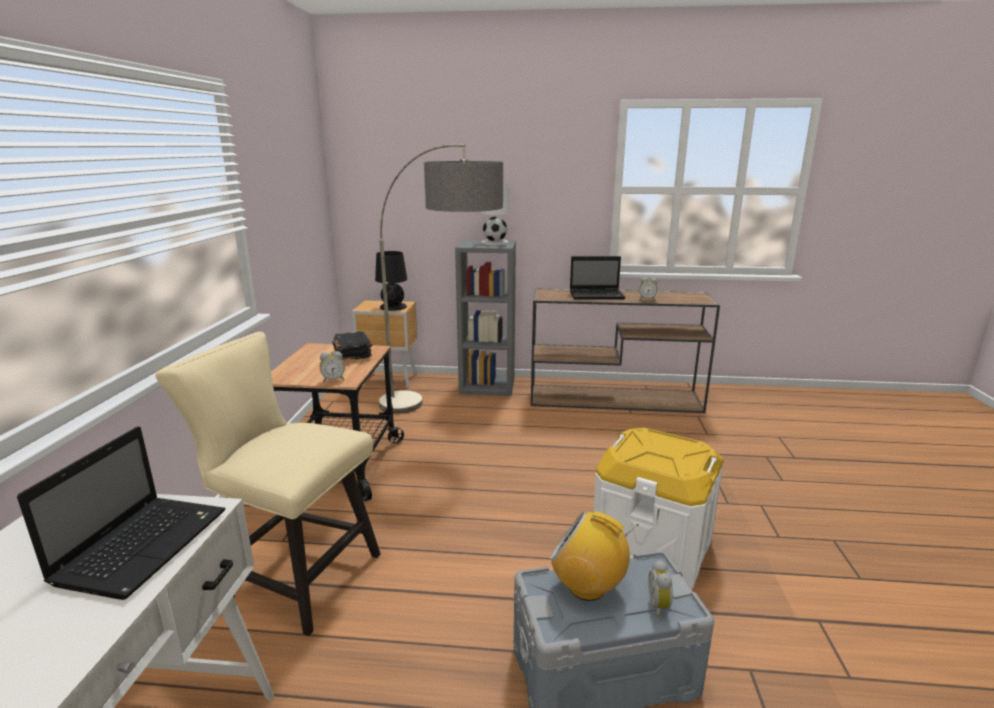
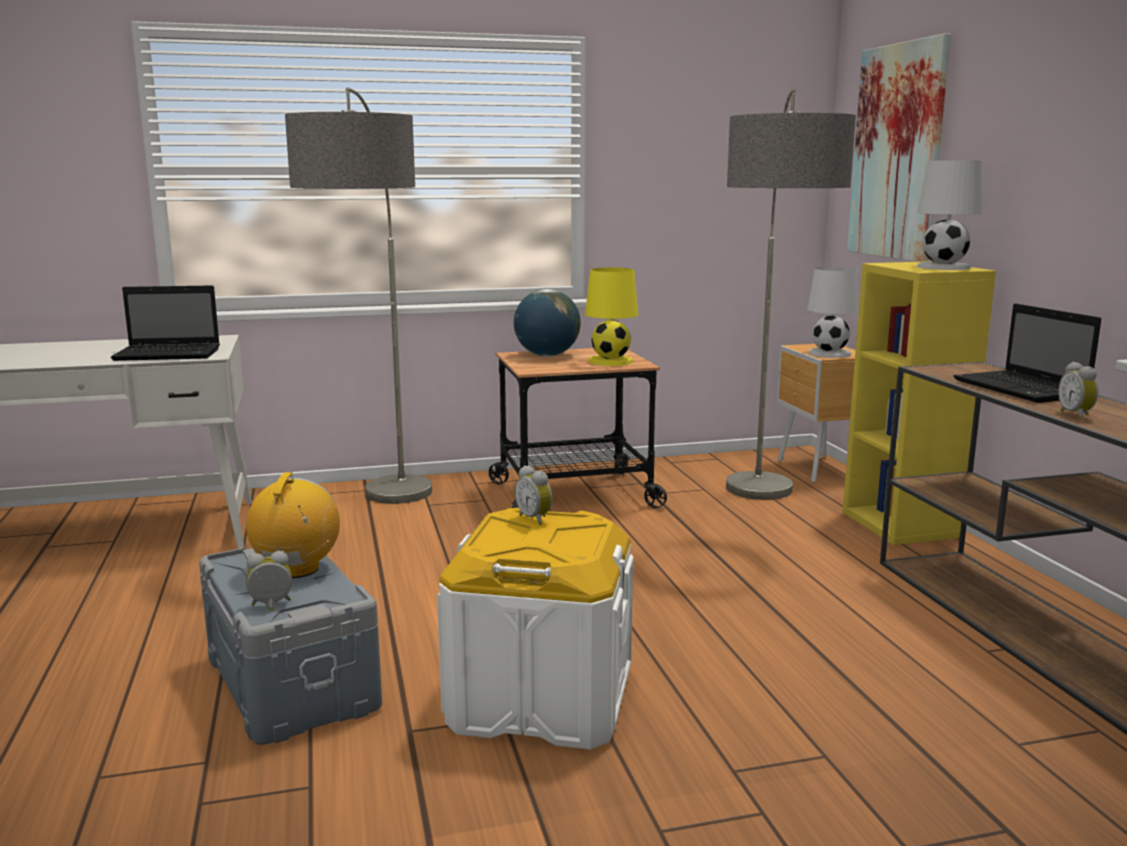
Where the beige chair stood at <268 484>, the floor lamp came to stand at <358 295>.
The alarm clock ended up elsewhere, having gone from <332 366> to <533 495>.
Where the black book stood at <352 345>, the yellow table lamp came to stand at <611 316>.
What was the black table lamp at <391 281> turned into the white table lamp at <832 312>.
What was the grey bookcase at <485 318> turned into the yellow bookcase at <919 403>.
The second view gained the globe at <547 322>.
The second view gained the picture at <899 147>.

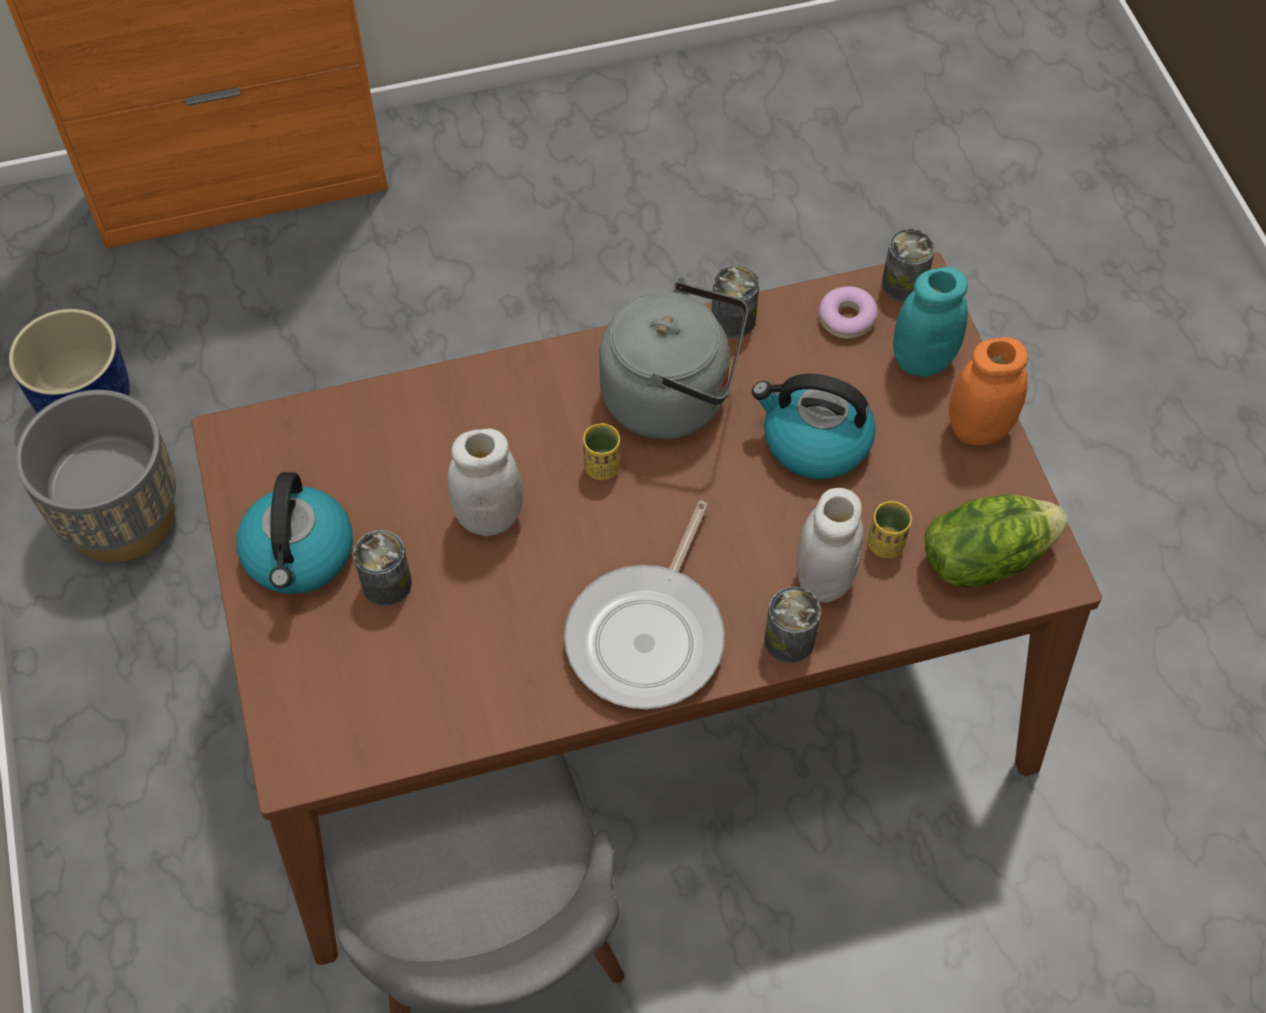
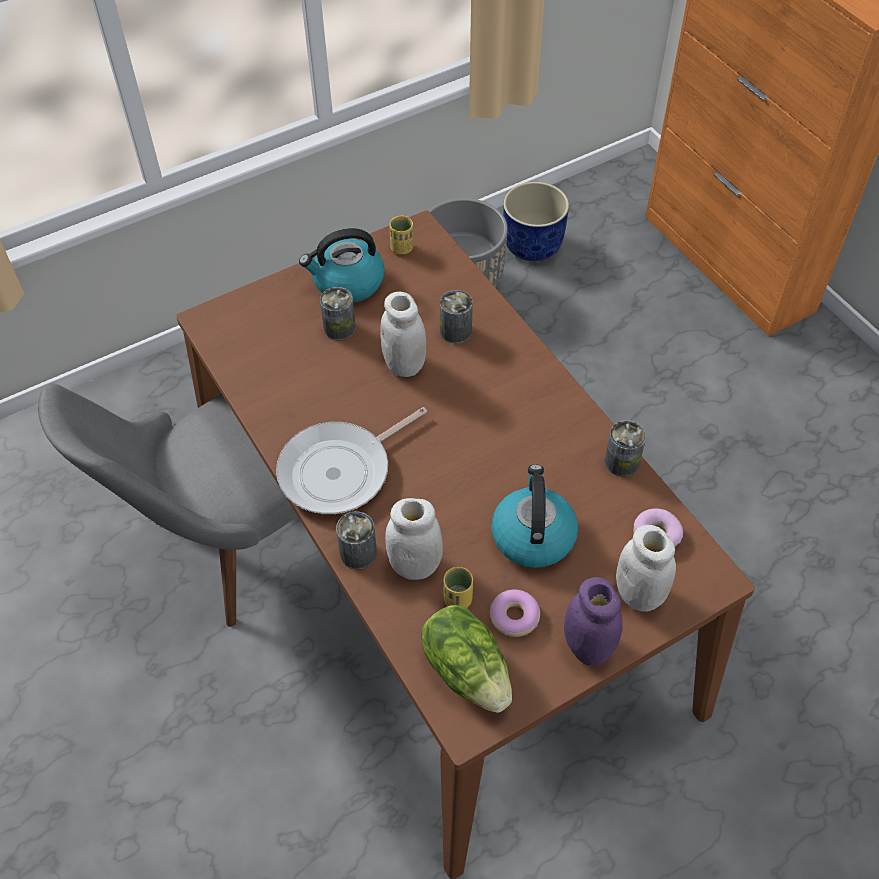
The frying pan at <644 604> ended up facing another way, 45 degrees counterclockwise from before.
The yellow cup ended up elsewhere, having gone from <601 451> to <401 235>.
The second view lost the grey kettle at <673 357>.
The can ended up elsewhere, having gone from <908 265> to <456 317>.
What was the turquoise jar at <930 322> turned into the white jar at <646 568>.
What was the orange jar at <988 391> turned into the purple jar at <593 621>.
The second view gained the donut at <515 613>.

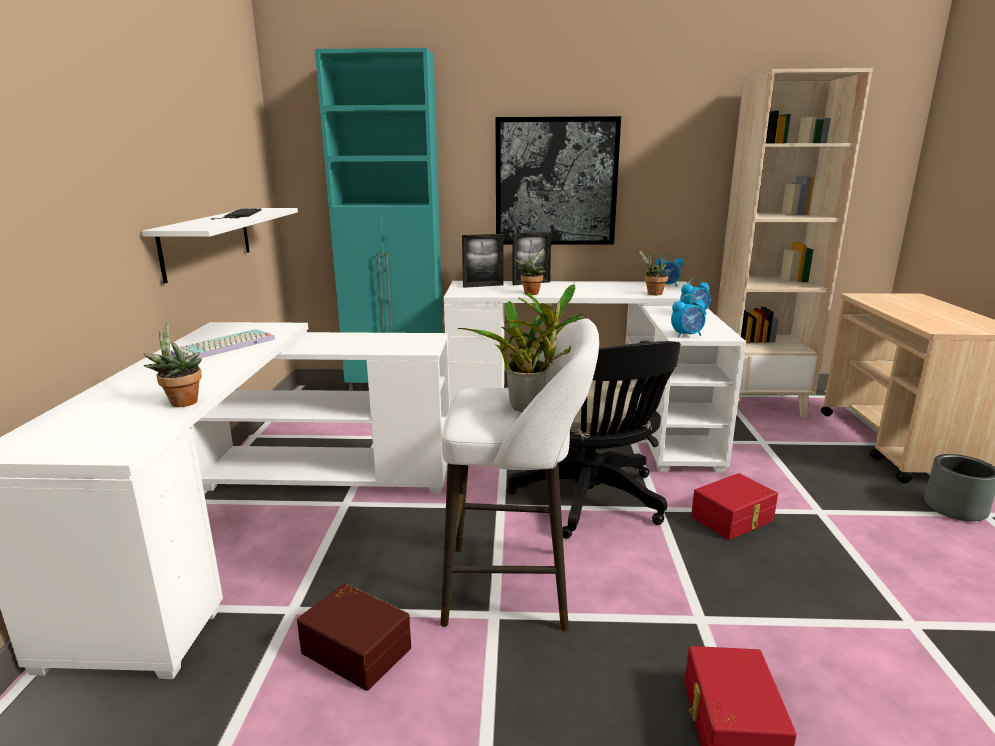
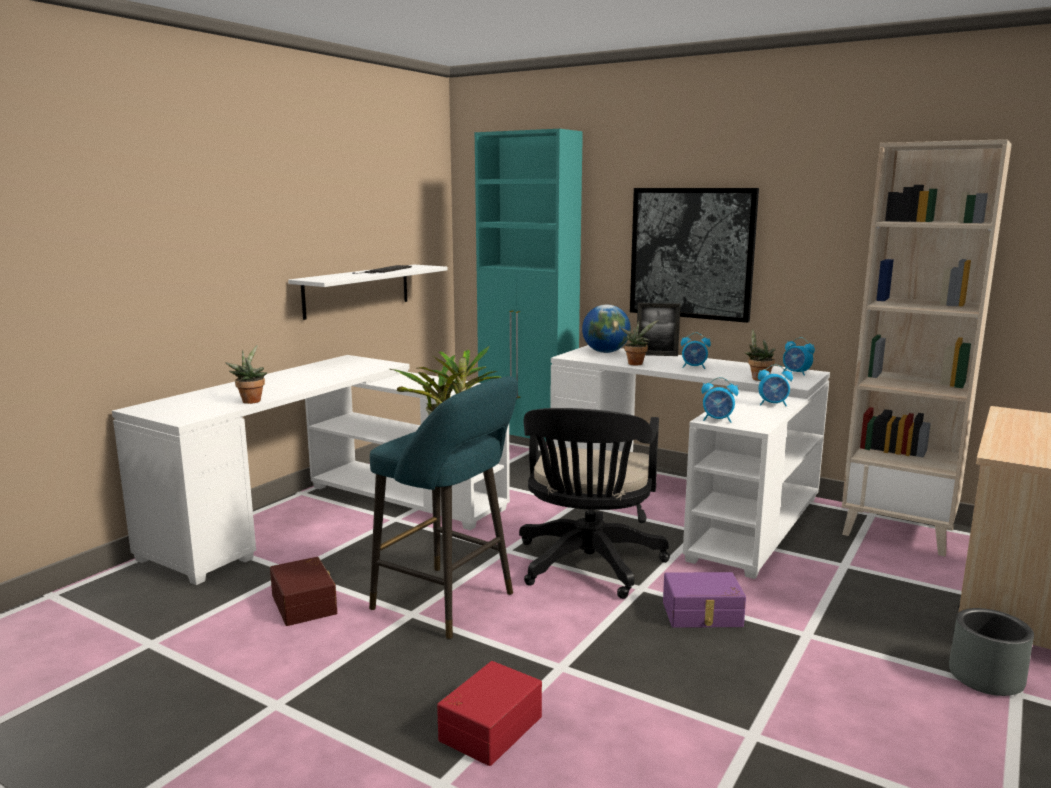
The second view lost the keyboard at <222 344>.
What was the white stool at <520 474> turned into the turquoise stool at <443 507>.
Where the picture frame stood at <482 261>, the globe came to stand at <606 329>.
What was the red storage box at <734 506> turned into the purple storage box at <704 600>.
The second view gained the alarm clock at <696 351>.

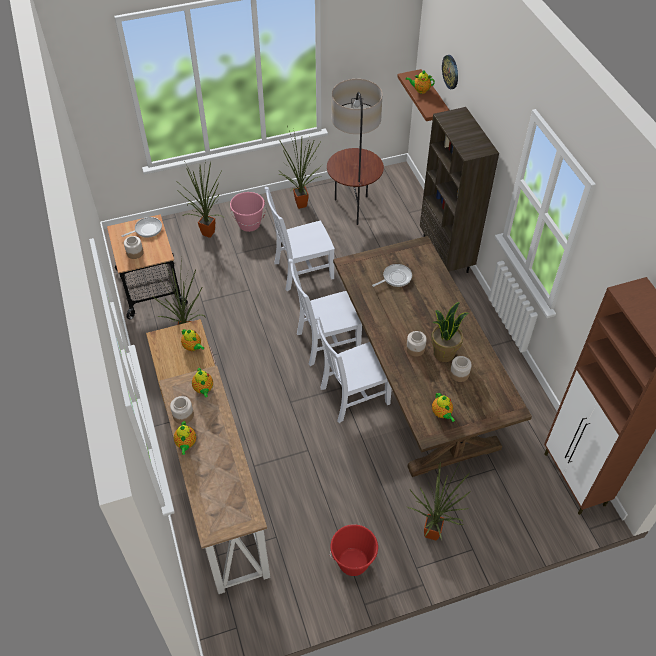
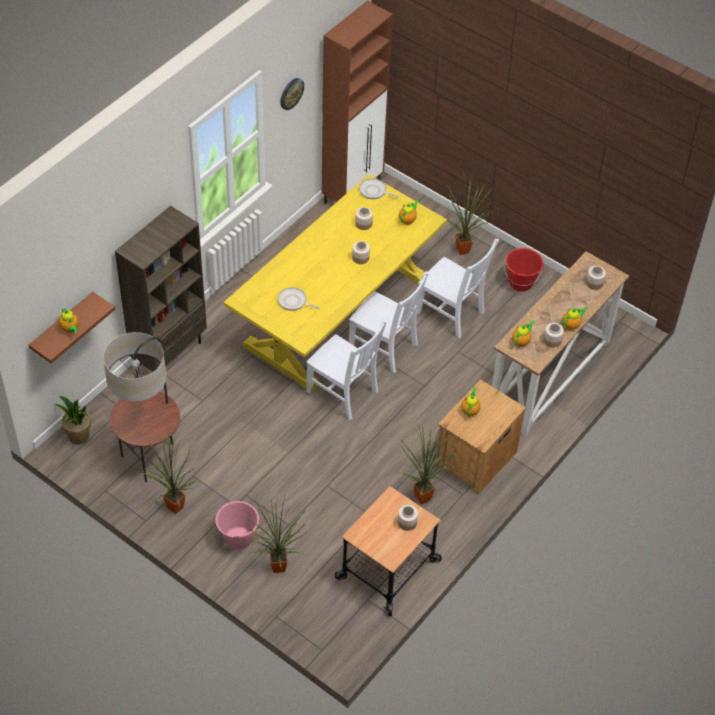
The frying pan ended up elsewhere, having gone from <142 227> to <379 188>.
The white chair ended up elsewhere, having gone from <300 239> to <458 288>.
What was the brown dining table at <432 356> turned into the yellow dining table at <335 283>.
The potted plant ended up elsewhere, having gone from <450 332> to <73 420>.
The wall clock ended up elsewhere, having gone from <450 72> to <292 94>.
The second view gained the jar at <596 278>.

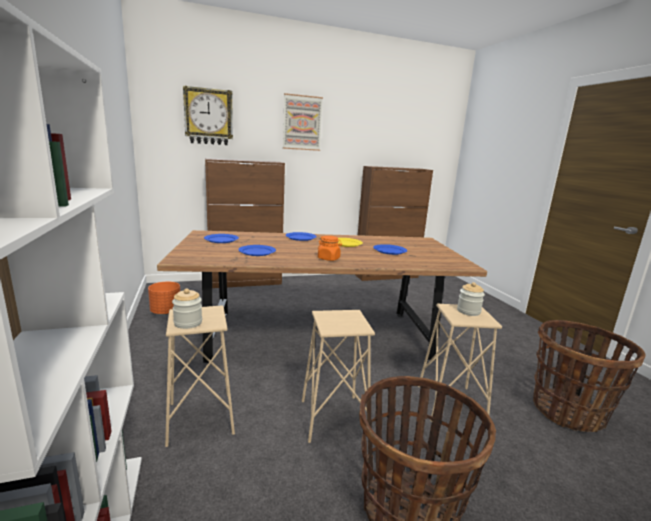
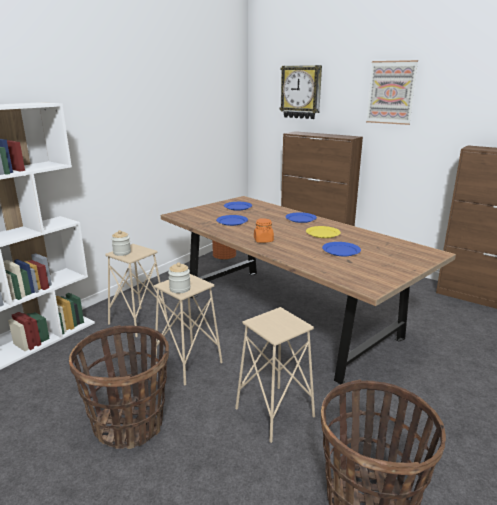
The jar ended up elsewhere, having gone from <471 299> to <179 278>.

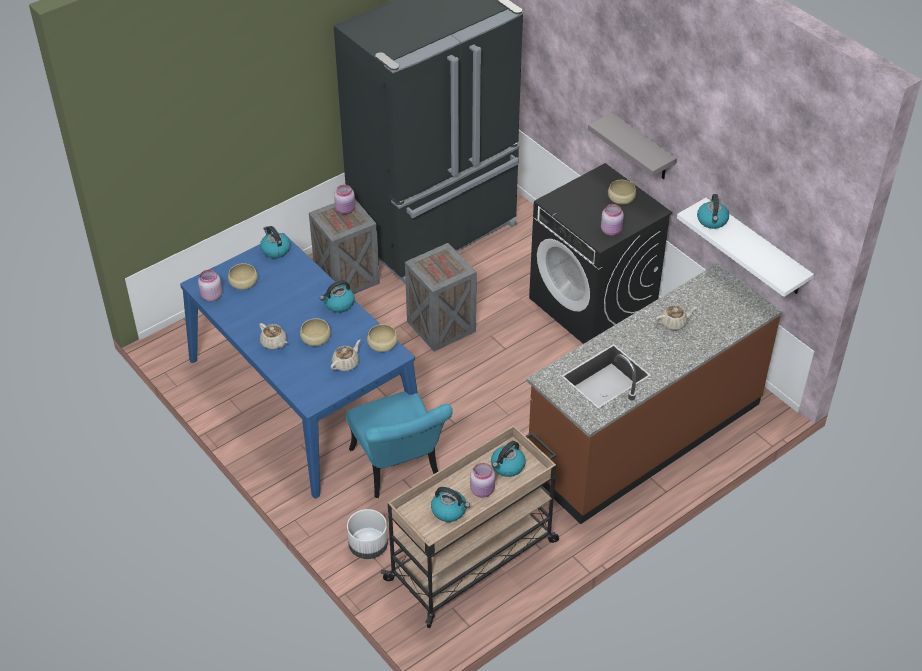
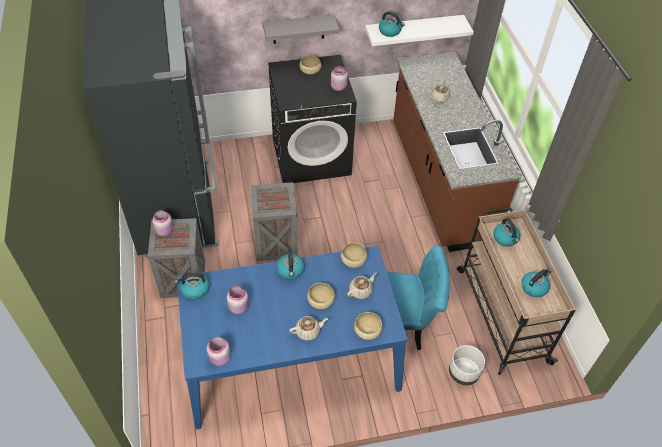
The beige bowl ended up elsewhere, having gone from <243 276> to <368 326>.
The beige teapot at <345 355> ended up facing another way, 75 degrees clockwise from before.
The pink jar ended up elsewhere, having gone from <482 480> to <238 300>.

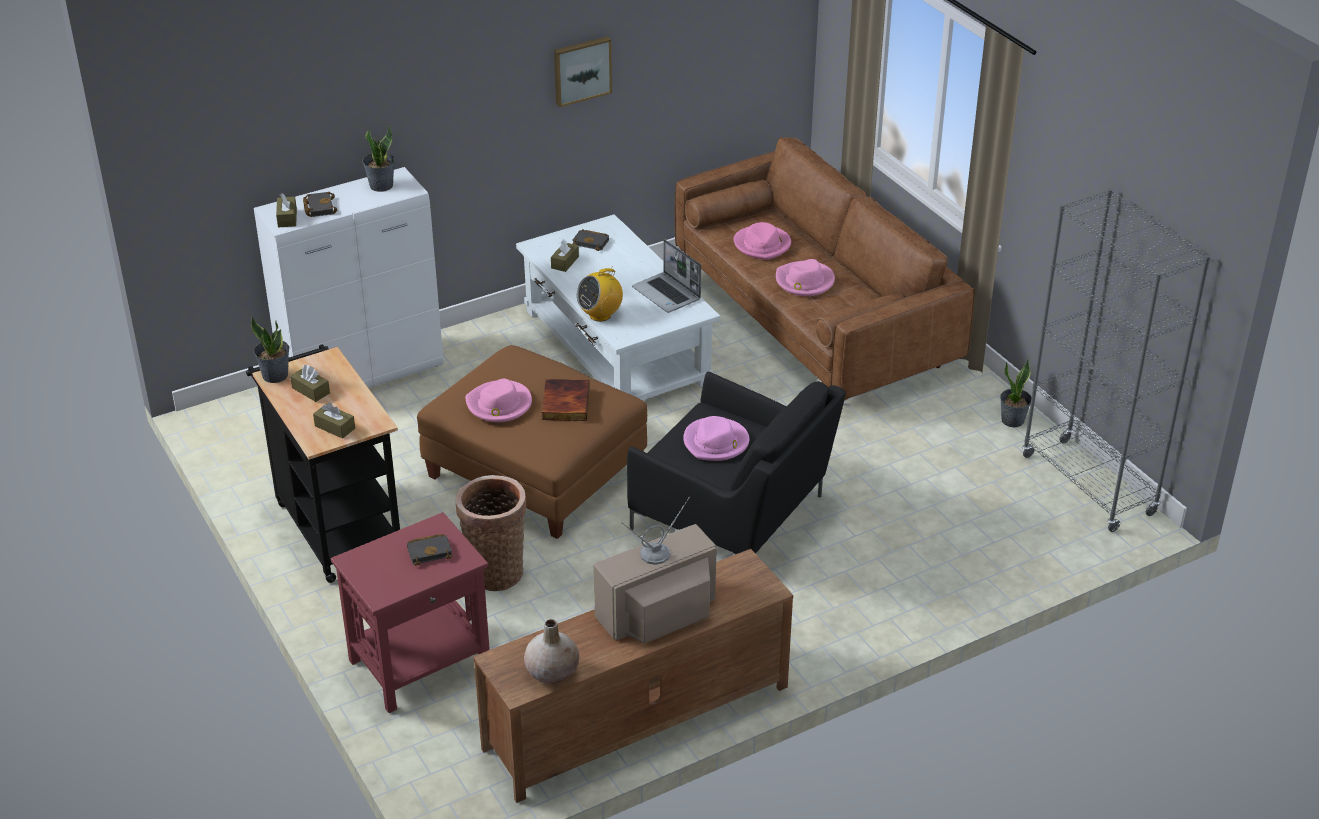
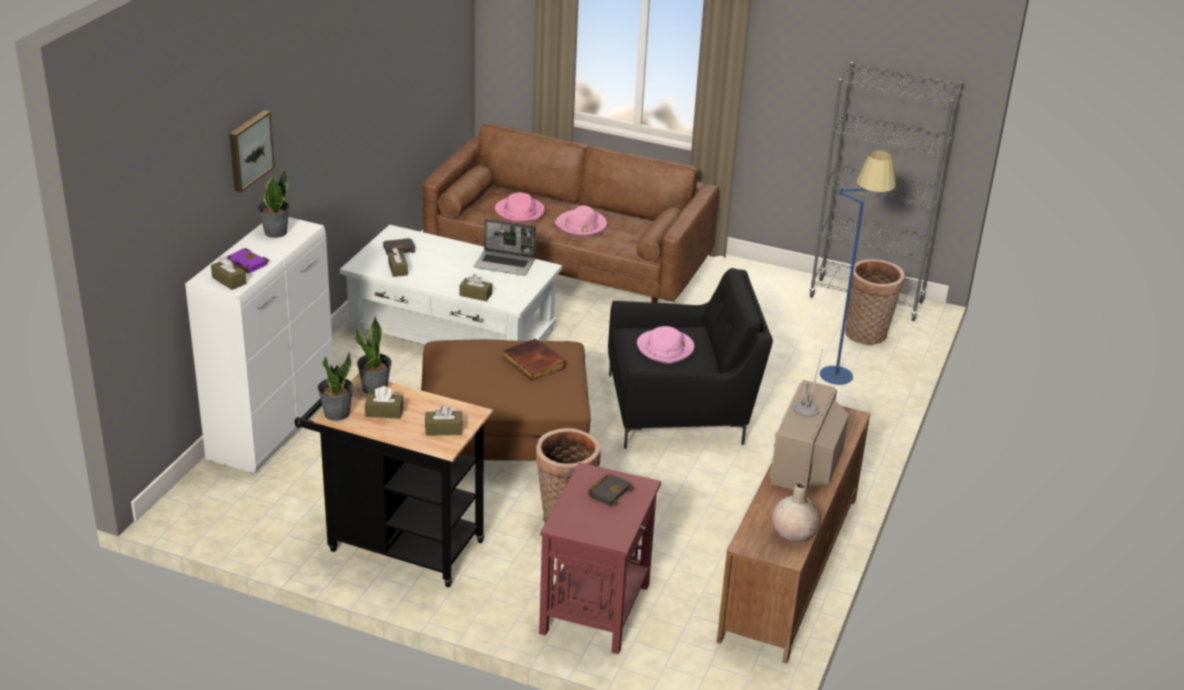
What was the black book at <320 204> turned into the purple book at <248 260>.
The second view lost the pink hat at <498 400>.
The picture ended up elsewhere, having gone from <583 71> to <252 151>.
Where the radio stood at <600 294>, the brown tissue box came to stand at <476 287>.
The potted plant ended up elsewhere, having gone from <1016 393> to <373 355>.
The second view gained the blue floor lamp at <858 267>.
The second view gained the basket at <875 302>.

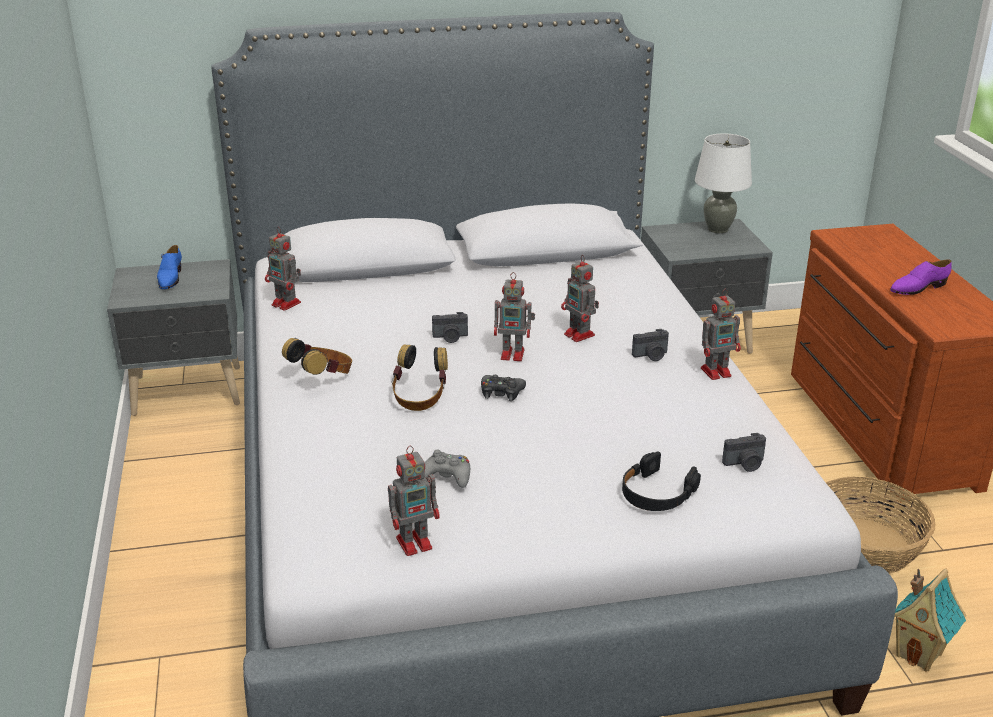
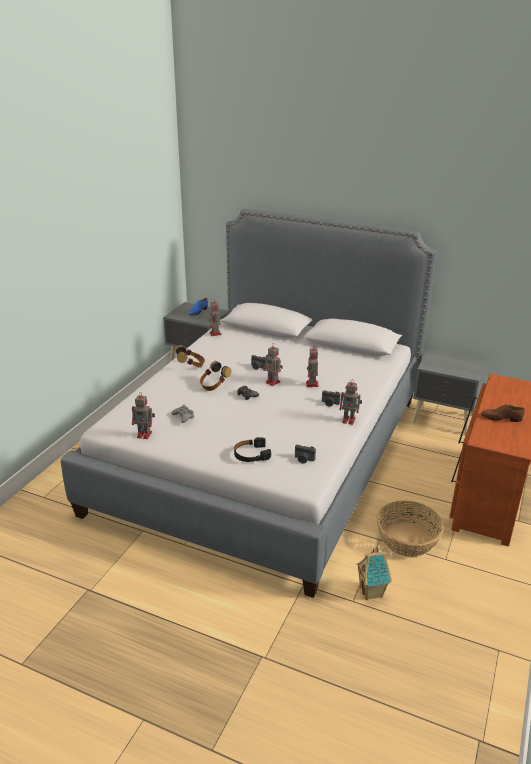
The second view lost the white table lamp at <723 183>.
What was the purple shoe at <921 277> turned into the brown shoe at <503 413>.

